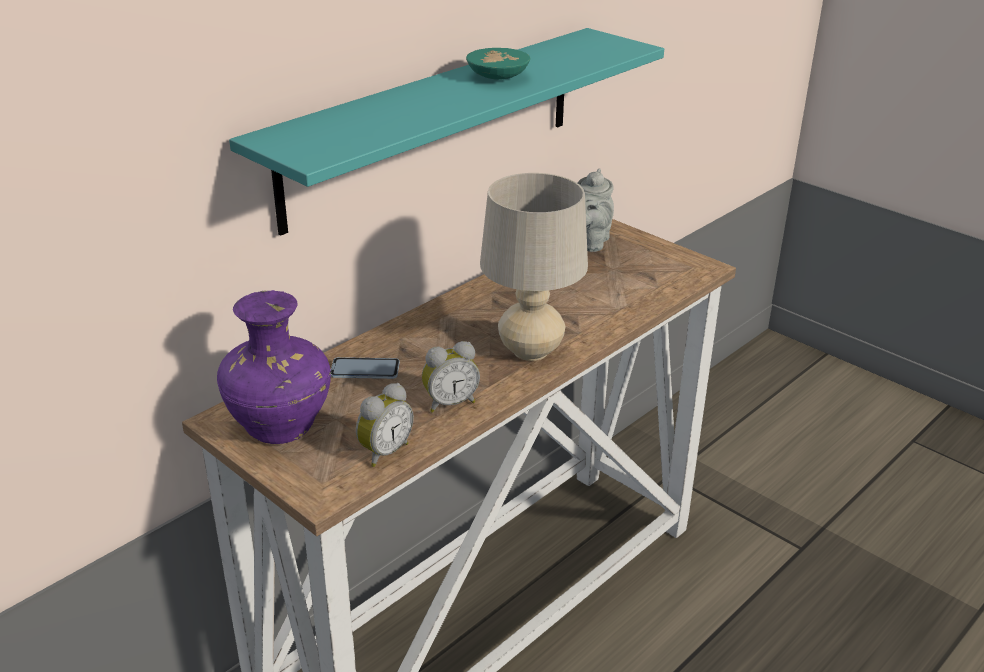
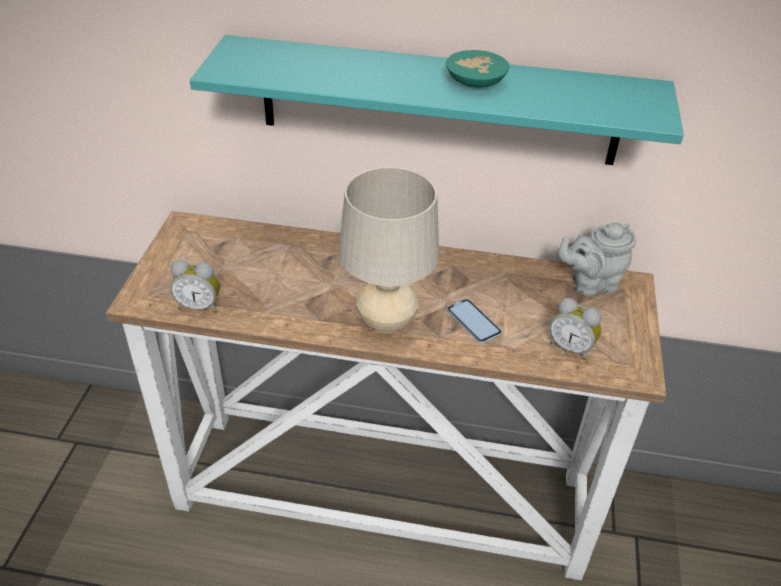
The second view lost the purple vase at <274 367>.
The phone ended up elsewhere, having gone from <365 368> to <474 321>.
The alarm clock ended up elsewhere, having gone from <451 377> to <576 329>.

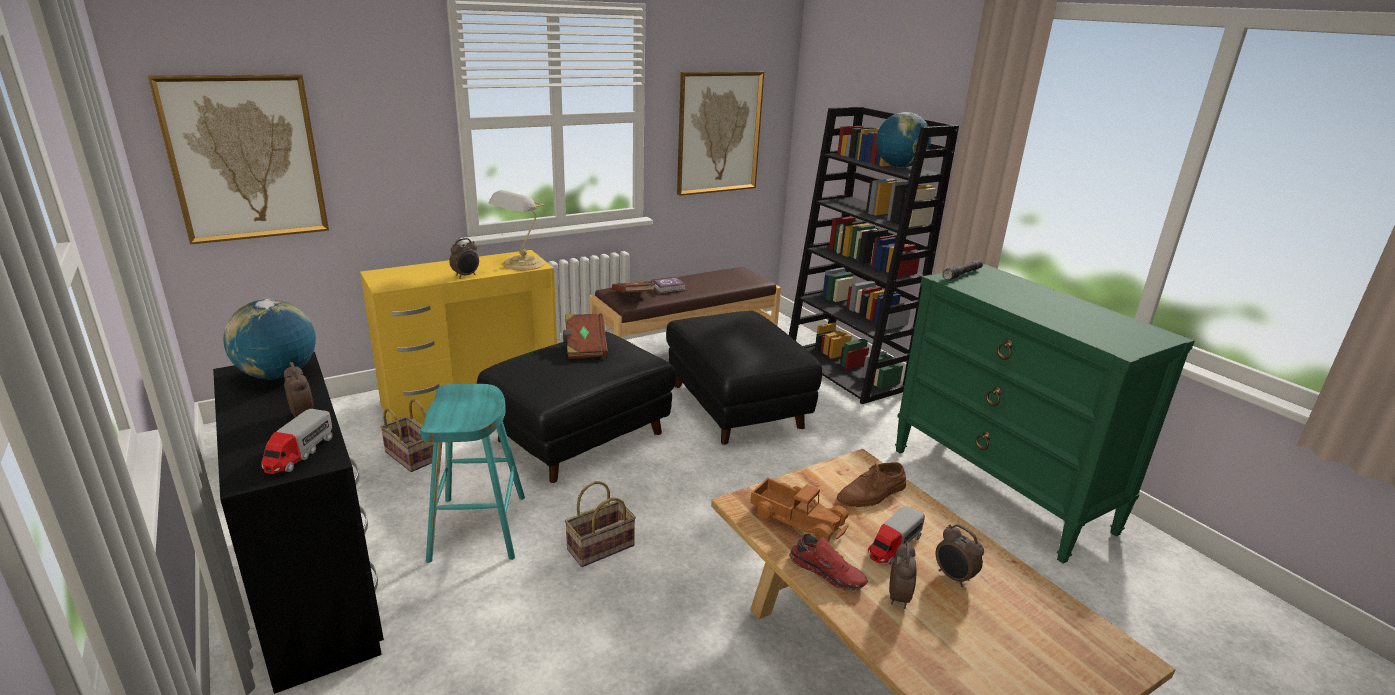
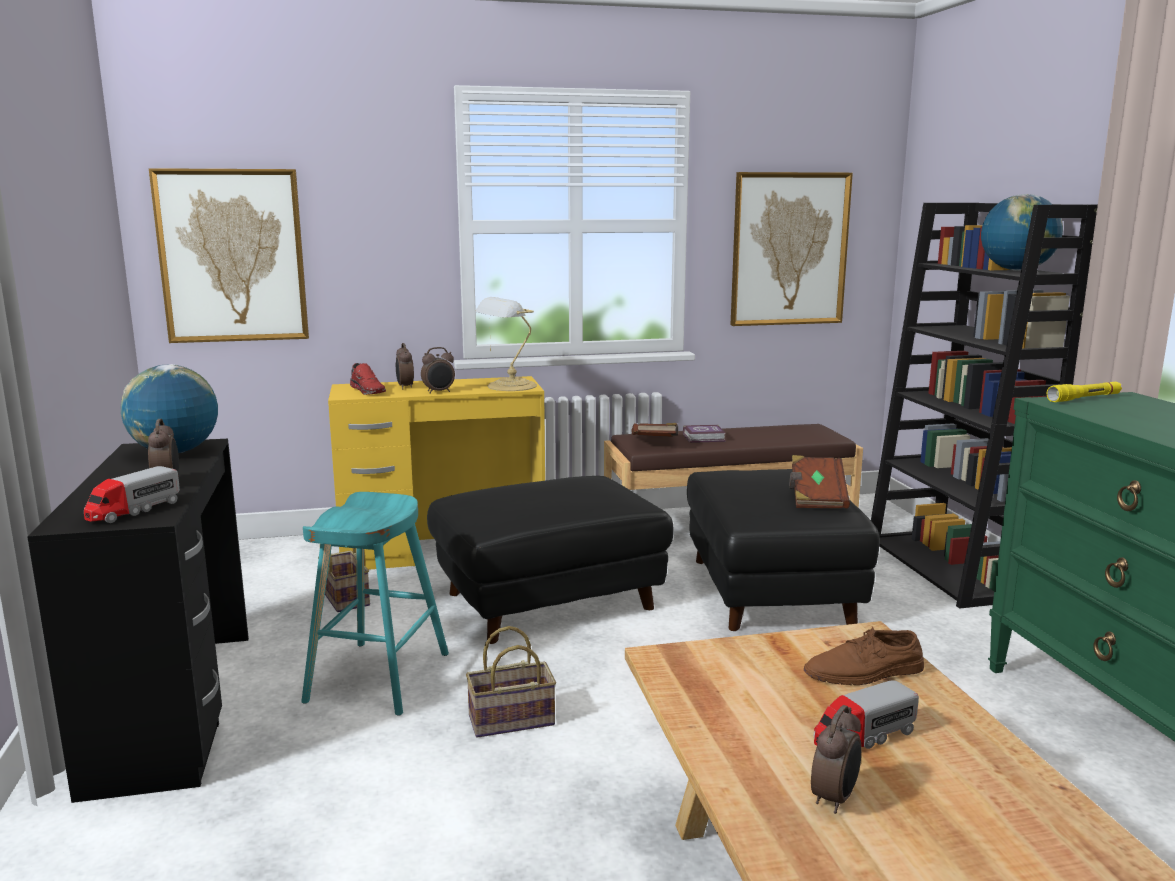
The brown book ended up elsewhere, having gone from <585 336> to <819 482>.
The second view lost the toy truck at <799 510>.
The red shoe ended up elsewhere, having gone from <828 562> to <368 379>.
The alarm clock ended up elsewhere, having gone from <960 555> to <405 366>.
What was the black flashlight at <963 270> turned into the yellow flashlight at <1084 392>.

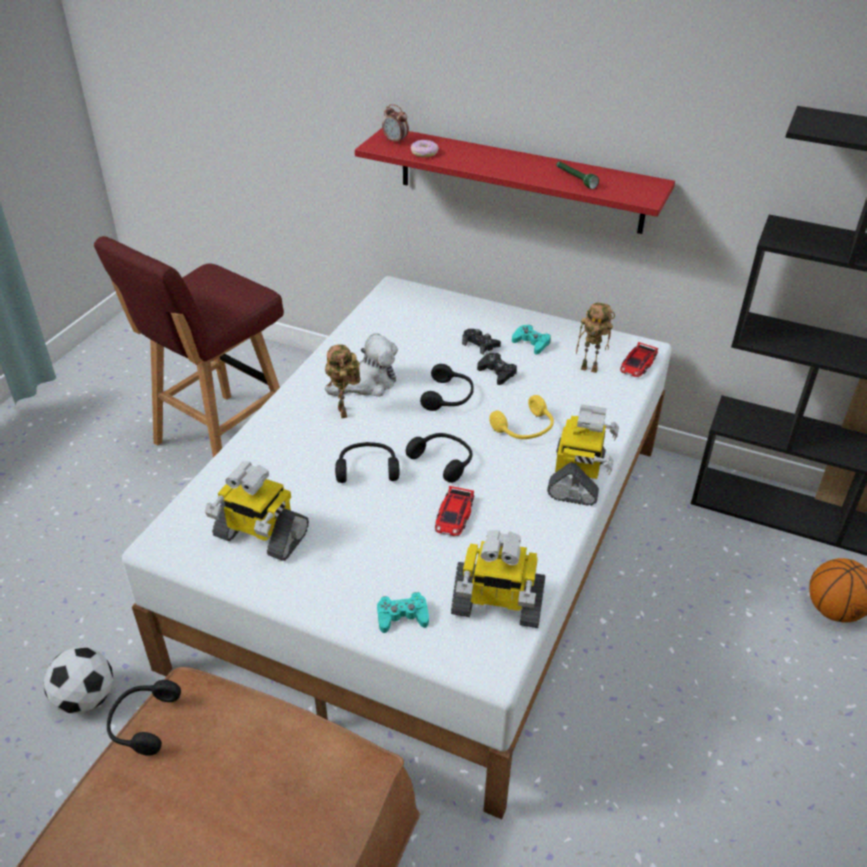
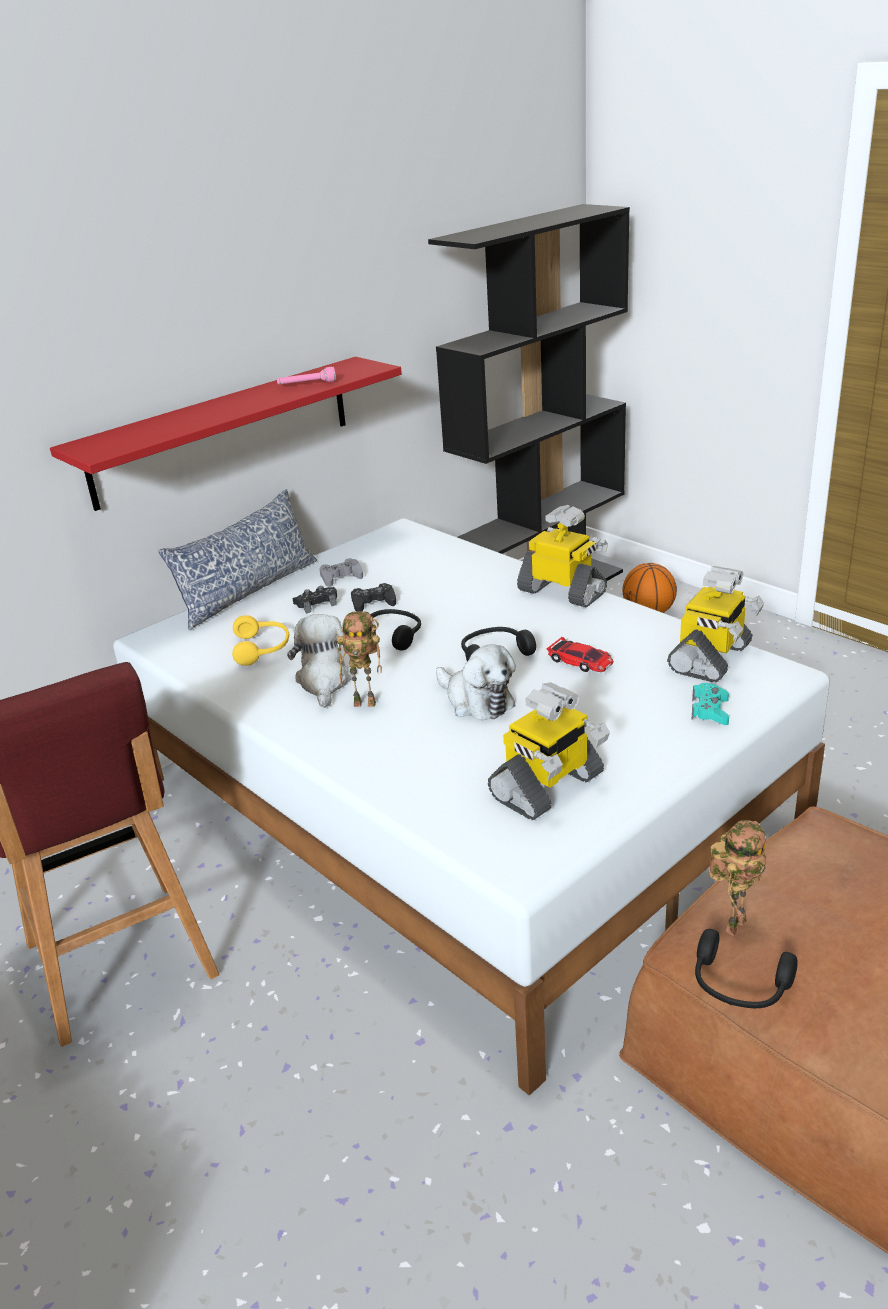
The second view lost the football at <78 680>.
Where the black headphones stood at <367 462>, the plush toy came to stand at <476 682>.
The second view lost the alarm clock at <395 124>.
The second view lost the donut at <424 148>.
The yellow headphones ended up elsewhere, having gone from <521 417> to <261 640>.
What was the turquoise game controller at <531 340> turned into the grey game controller at <341 572>.
What was the green flashlight at <577 175> turned into the pink flashlight at <306 376>.
The toy robot ended up elsewhere, having gone from <595 337> to <737 878>.
The second view lost the toy car at <639 359>.
The second view gained the pillow at <238 559>.

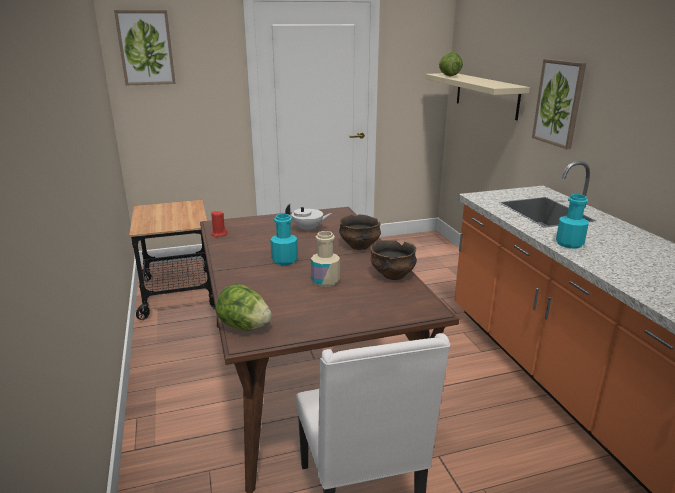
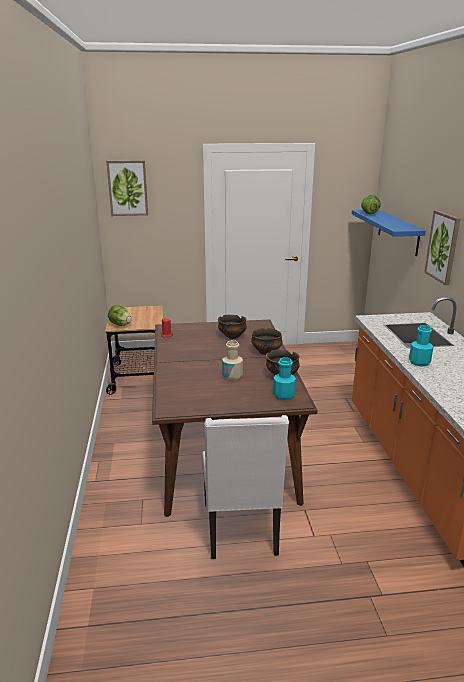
The lettuce ended up elsewhere, having gone from <244 307> to <120 315>.
The turquoise bottle ended up elsewhere, having gone from <284 239> to <284 378>.
Where the white teapot stood at <308 218>, the bowl came to stand at <232 327>.
What was the beige shelf at <477 96> turned into the blue shelf at <389 233>.

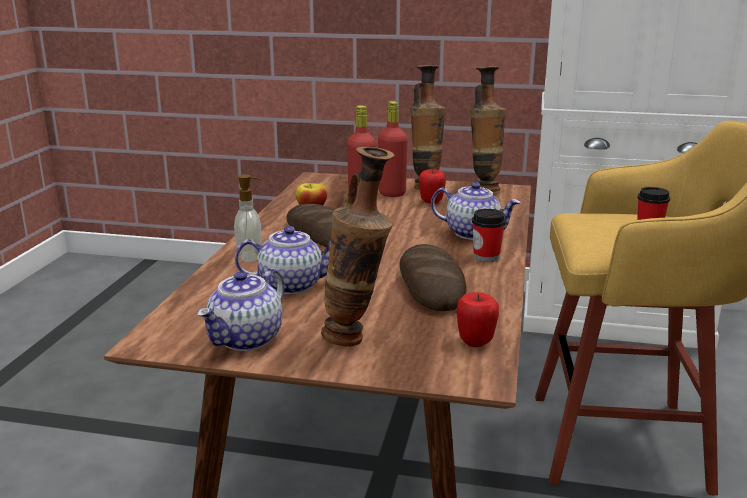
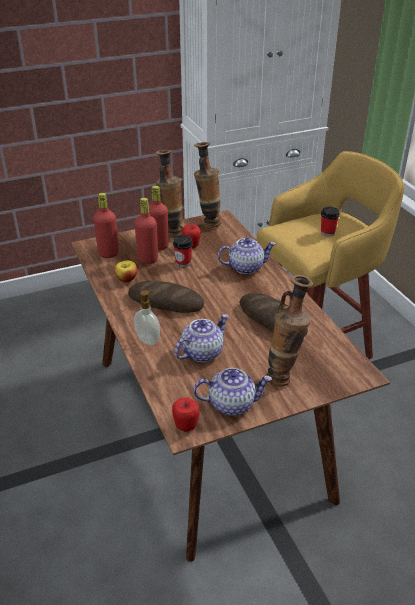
The teapot at <240 309> ended up facing another way, 90 degrees counterclockwise from before.
The apple ended up elsewhere, having gone from <478 319> to <186 415>.
The cup ended up elsewhere, having gone from <489 235> to <183 251>.
The second view gained the red bottle at <106 225>.

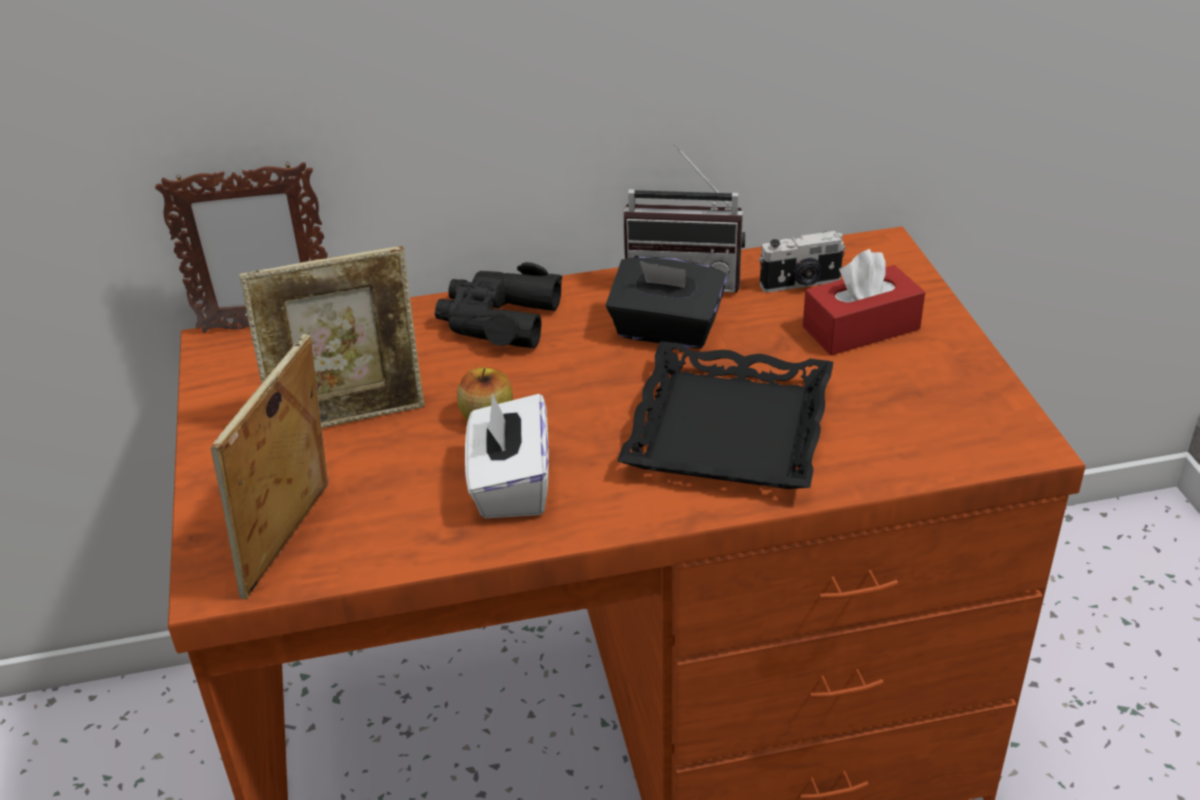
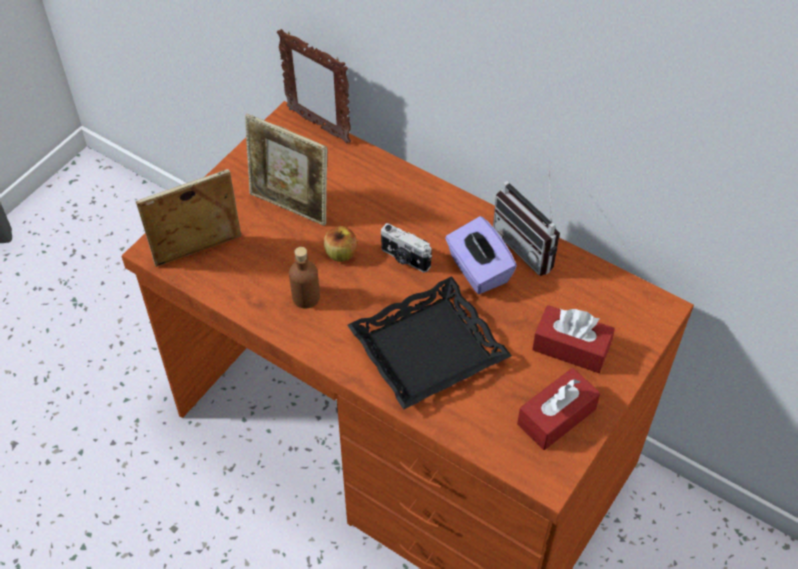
The second view lost the black binoculars at <498 305>.
Where the white tissue box stood at <507 455>, the brown bottle came to stand at <304 278>.
What was the black tissue box at <666 302> turned into the purple tissue box at <481 255>.
The photo camera ended up elsewhere, having gone from <802 261> to <406 248>.
The second view gained the red tissue box at <558 409>.

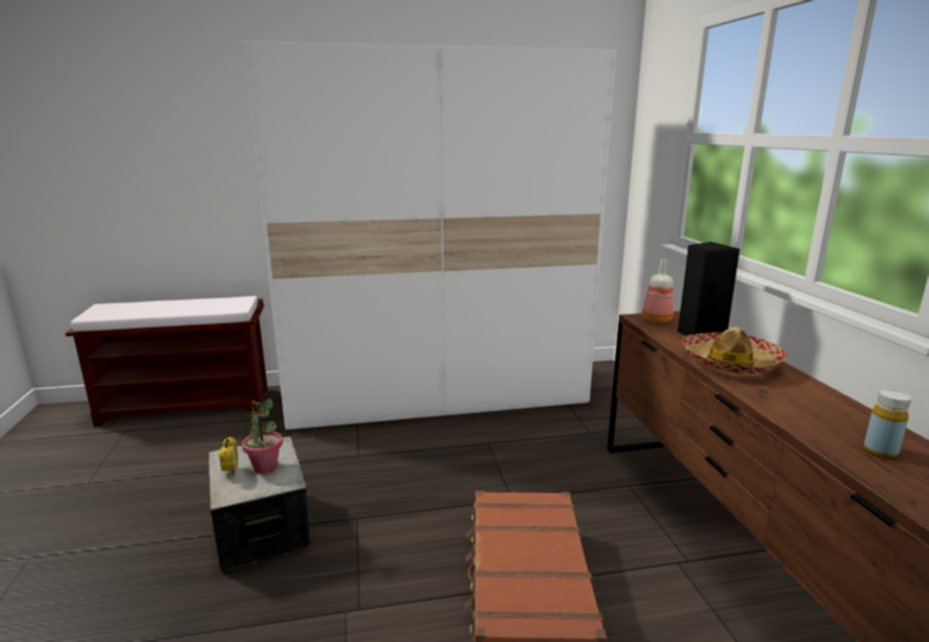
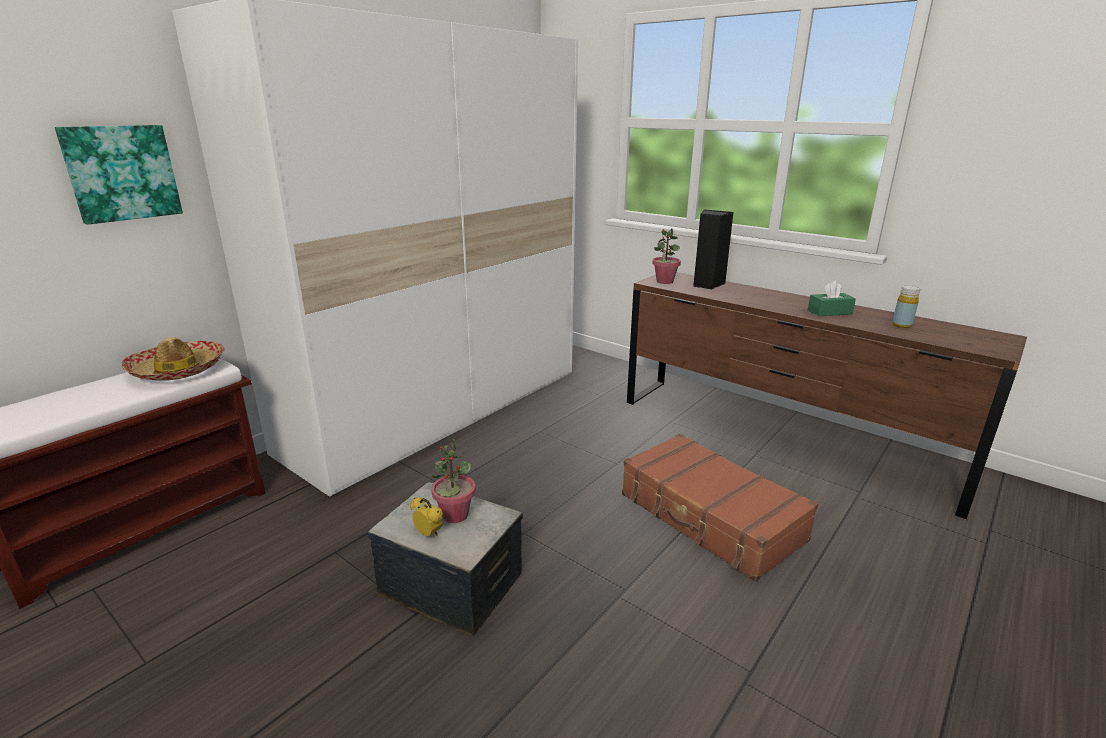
Where the bottle stood at <658 291>, the potted plant came to stand at <666 256>.
The hat ended up elsewhere, having gone from <734 350> to <173 359>.
The second view gained the picture at <119 175>.
The second view gained the green tissue box at <832 298>.

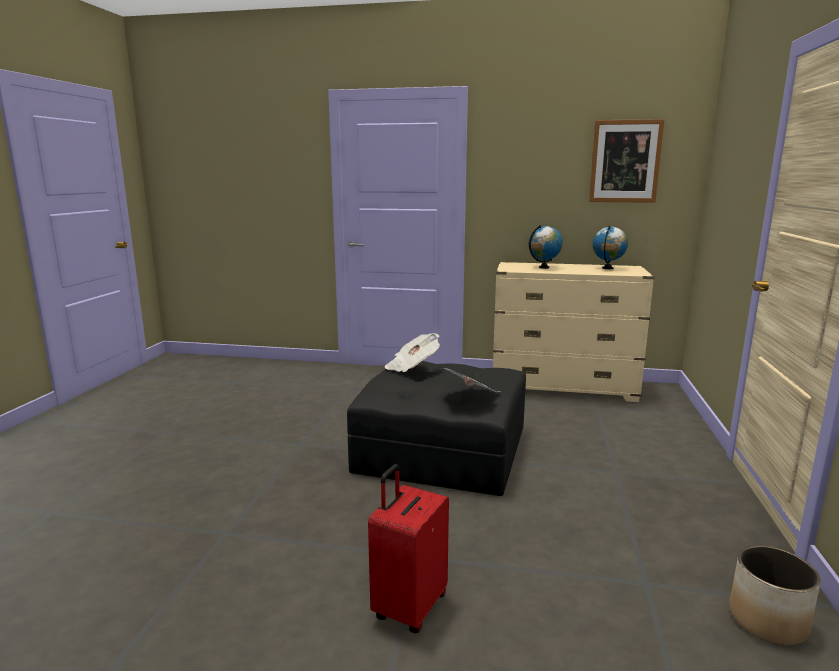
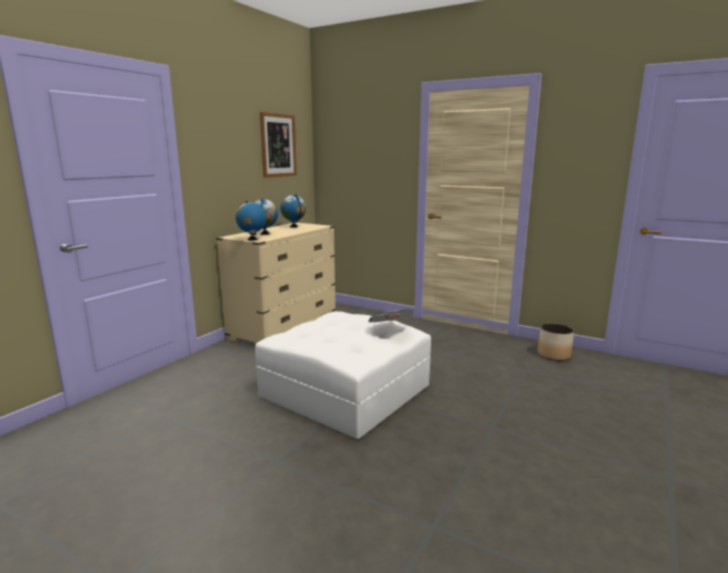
What was the black ottoman at <436 428> turned into the white ottoman at <343 375>.
The second view lost the red suitcase at <408 548>.
The second view lost the newspaper at <412 352>.
The second view gained the globe at <250 221>.

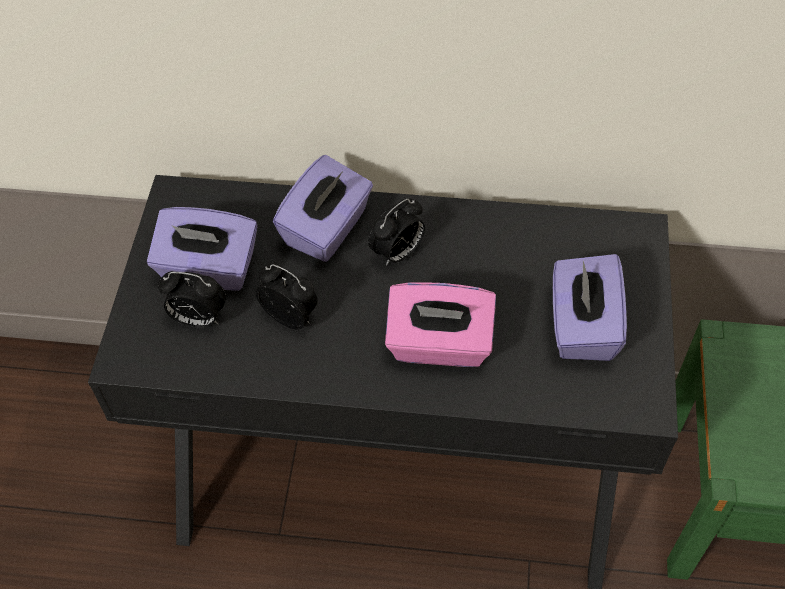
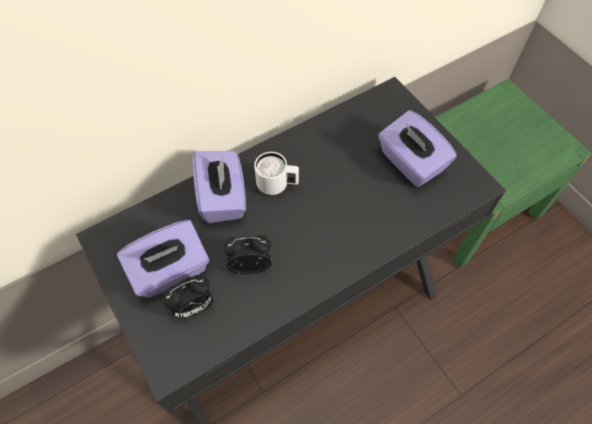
Where the alarm clock stood at <396 232>, the white mug came to stand at <276 174>.
The second view lost the pink tissue box at <440 324>.

